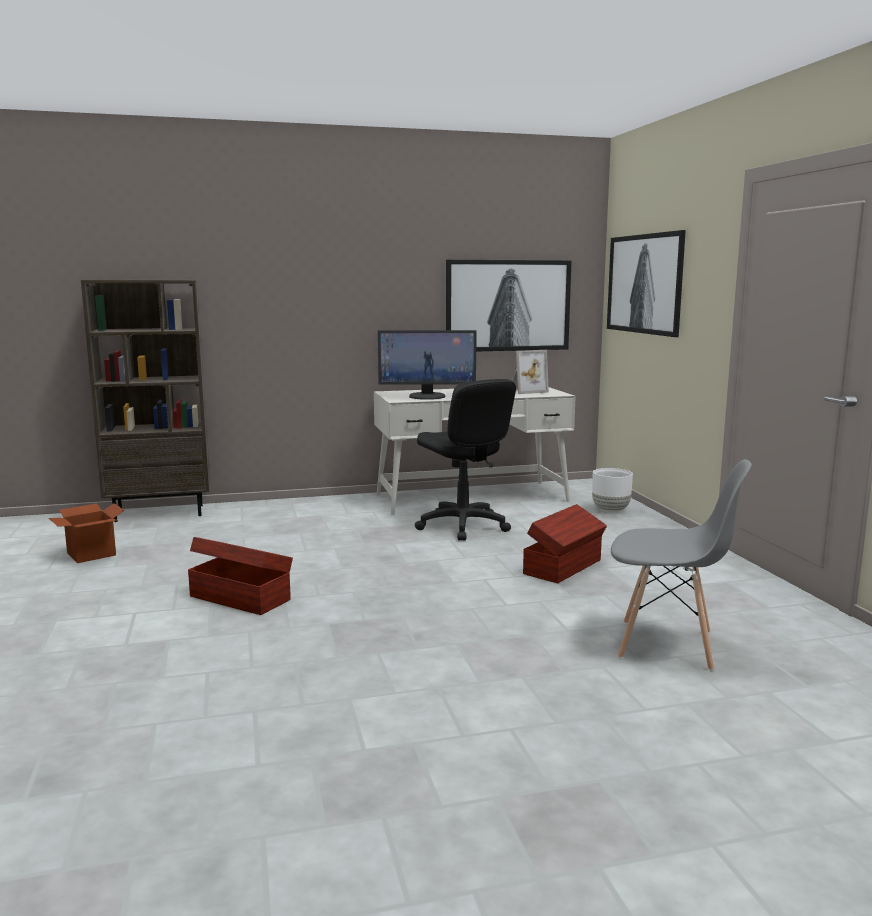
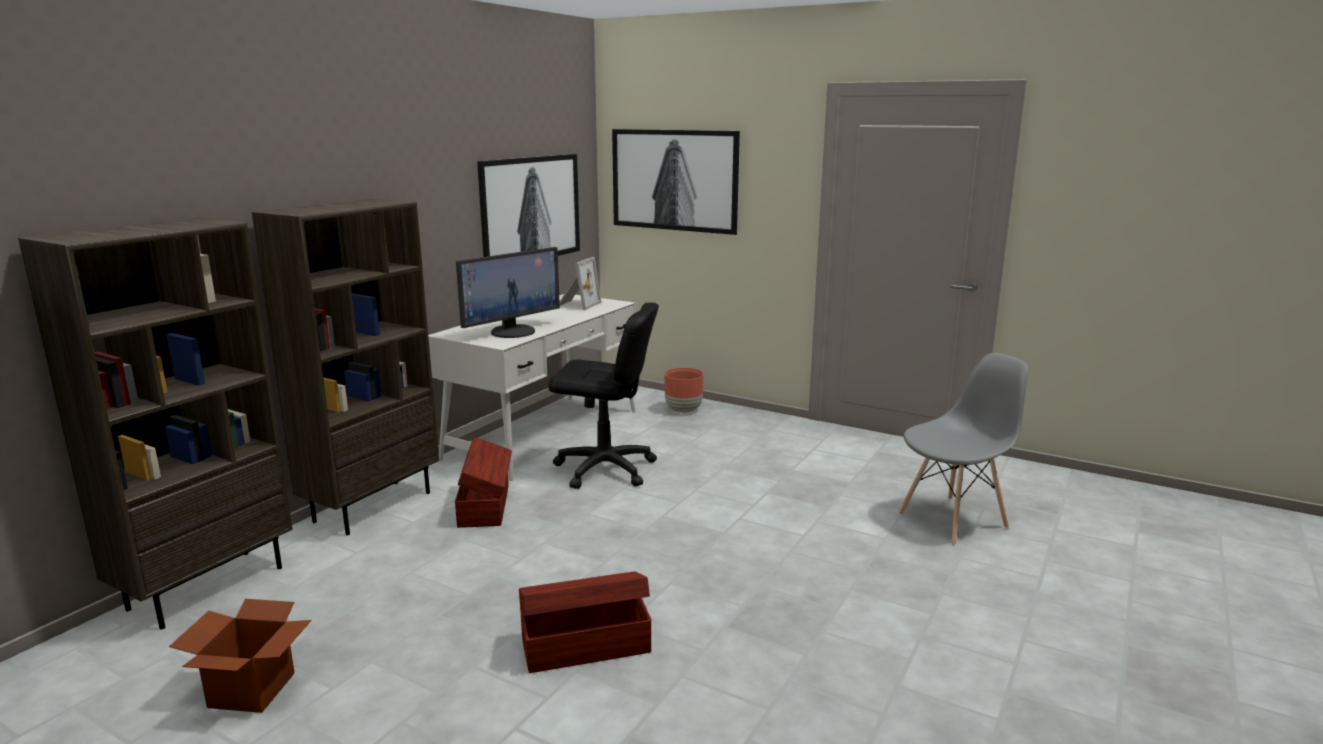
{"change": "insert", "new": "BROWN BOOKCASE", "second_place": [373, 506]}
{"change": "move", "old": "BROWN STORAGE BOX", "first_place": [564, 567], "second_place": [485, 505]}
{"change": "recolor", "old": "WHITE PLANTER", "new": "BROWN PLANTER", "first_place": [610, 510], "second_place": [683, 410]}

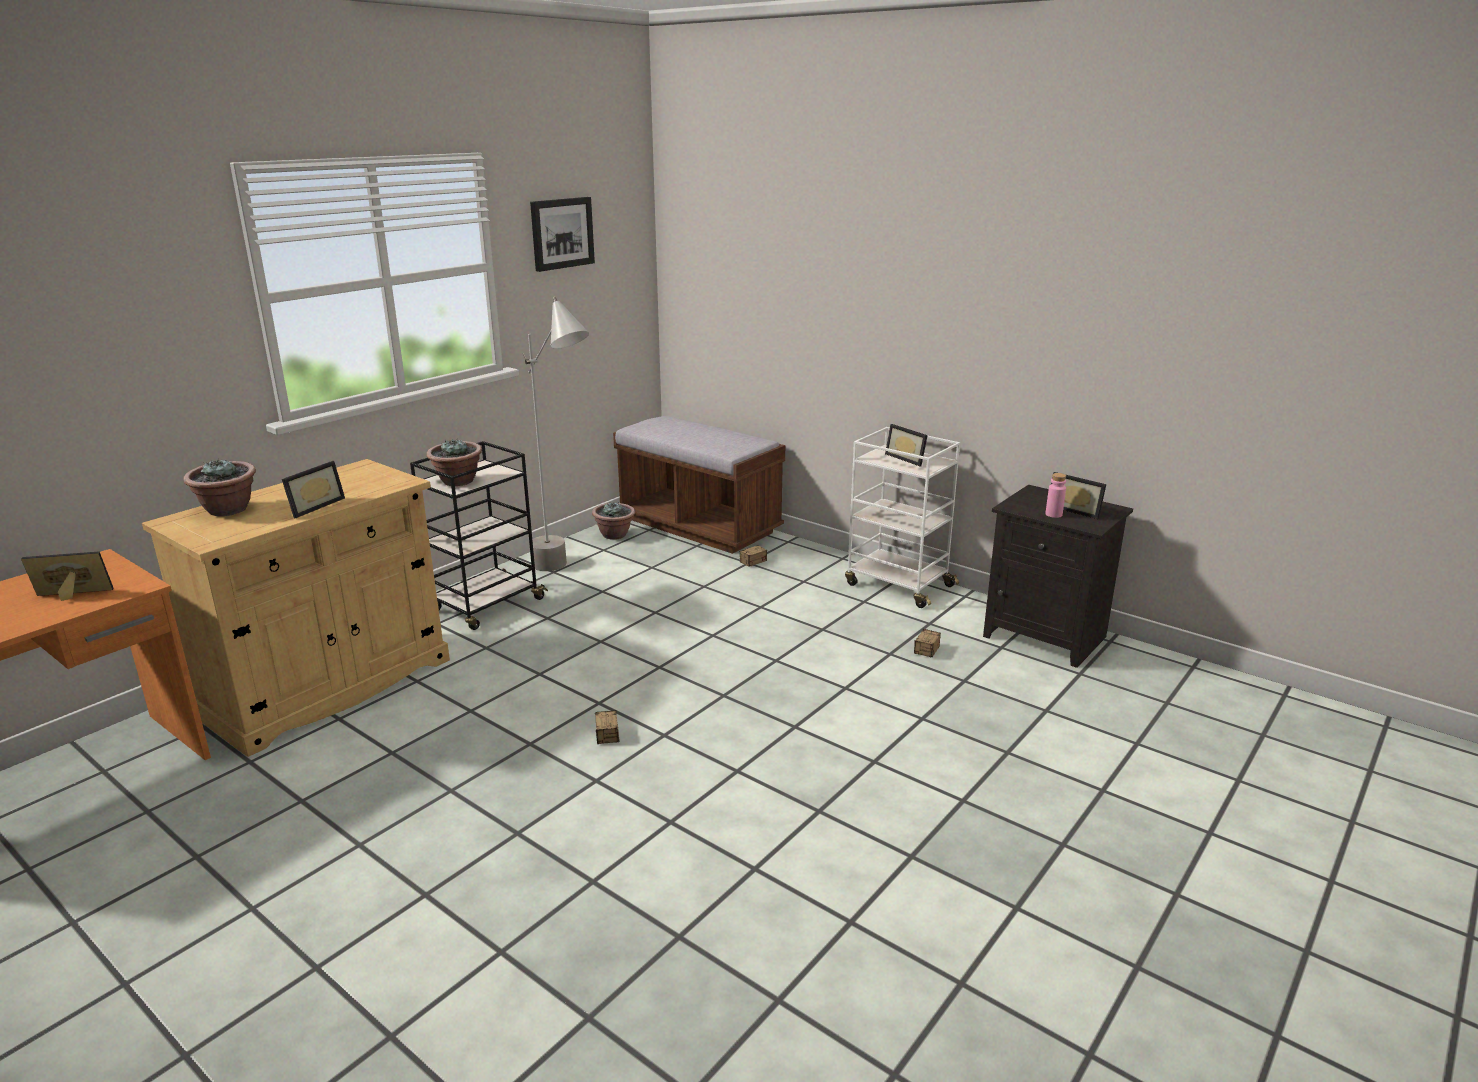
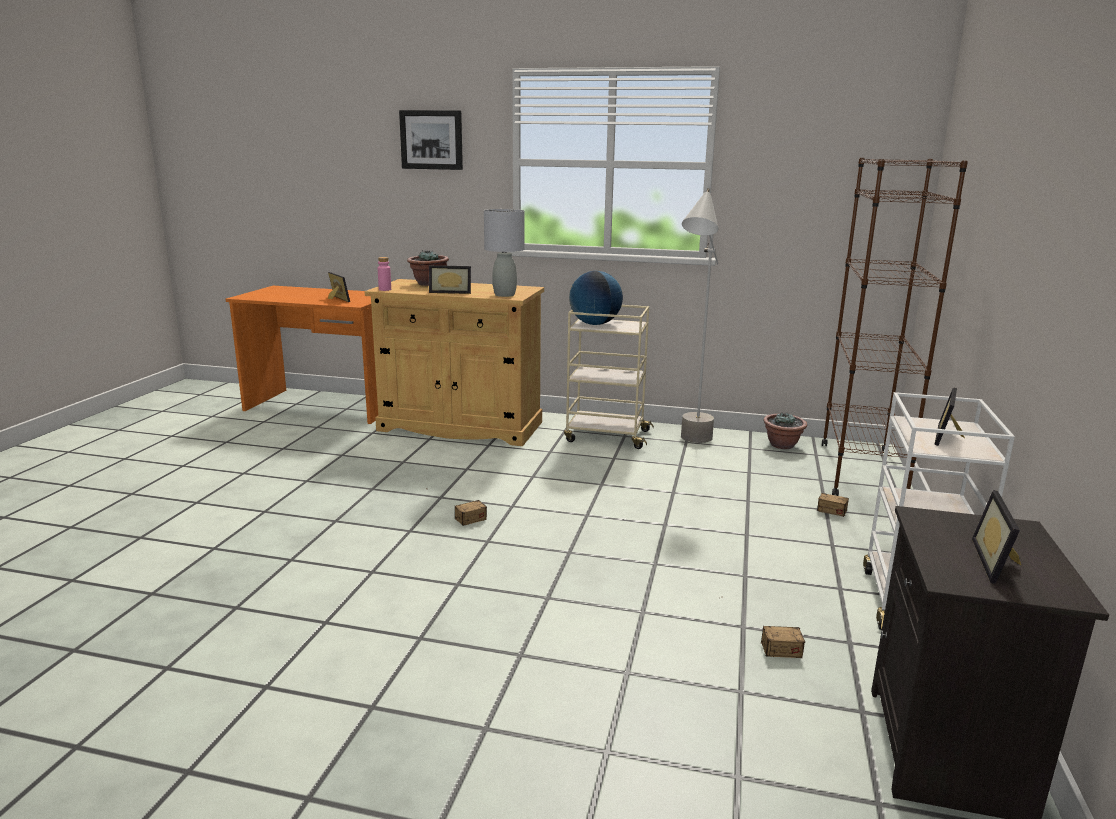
{"change": "insert", "new": "GREY TABLE LAMP", "second_place": [504, 295]}
{"change": "move", "old": "PICTURE", "first_place": [561, 233], "second_place": [432, 140]}
{"change": "move", "old": "PINK BOTTLE", "first_place": [1053, 514], "second_place": [385, 289]}
{"change": "replace", "old": "POTTED PLANT", "new": "GLOBE", "first_place": [458, 481], "second_place": [595, 324]}
{"change": "replace", "old": "BROWN BENCH", "new": "BROWN BOOKCASE", "first_place": [699, 526], "second_place": [861, 472]}
{"change": "recolor", "old": "BLACK CART", "new": "BEIGE CART", "first_place": [486, 606], "second_place": [606, 436]}

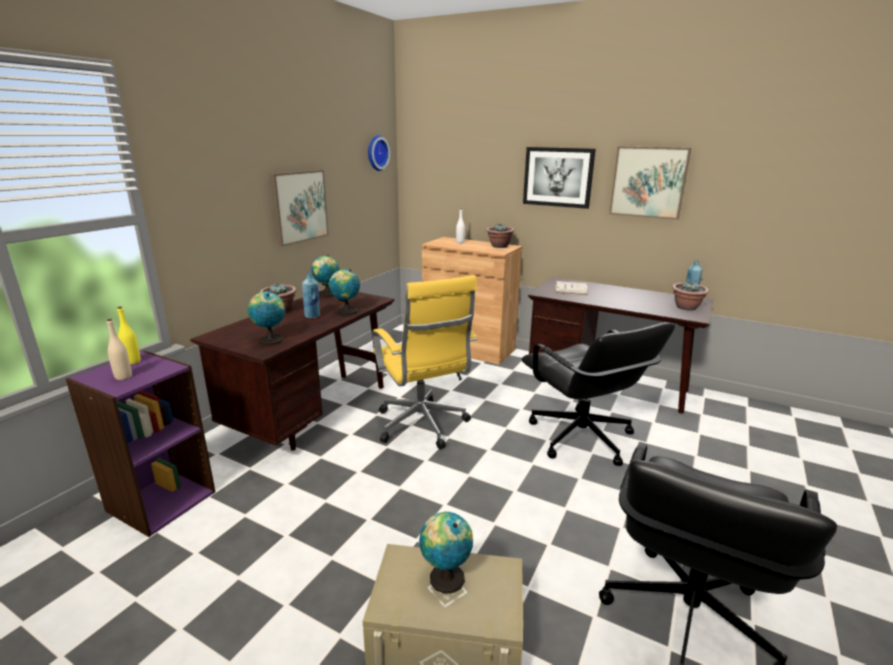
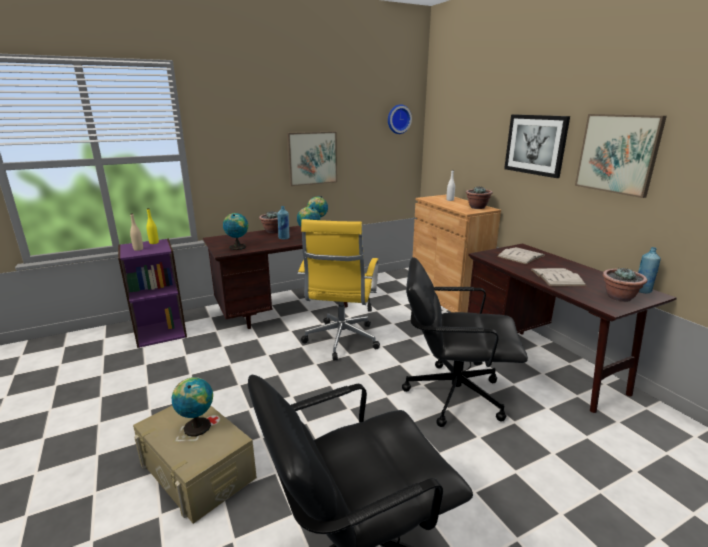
{"change": "insert", "new": "WHITE BOOK", "second_place": [557, 277]}
{"change": "rotate", "old": "BLACK OFFICE CHAIR", "first_place": [581, 438], "second_place": [453, 394], "degrees": 90}

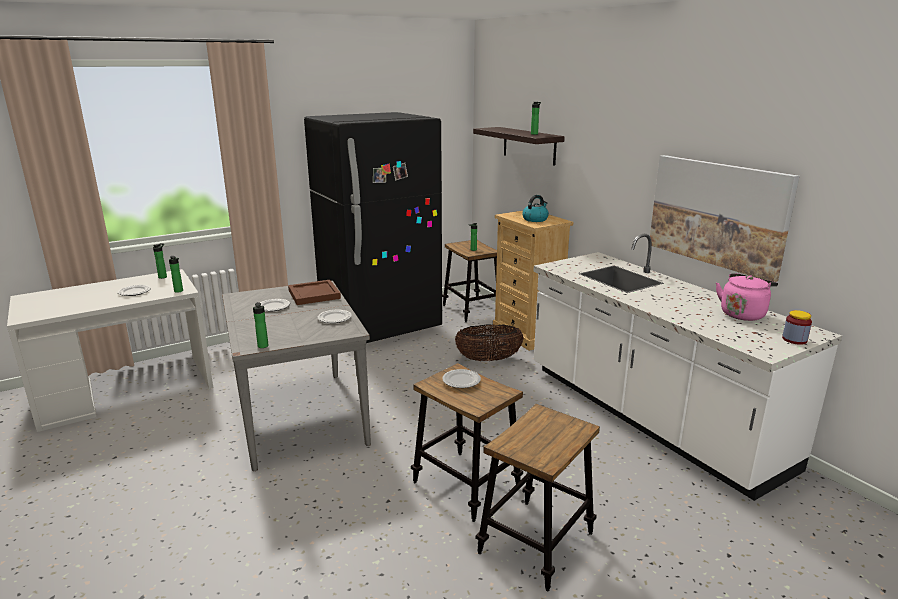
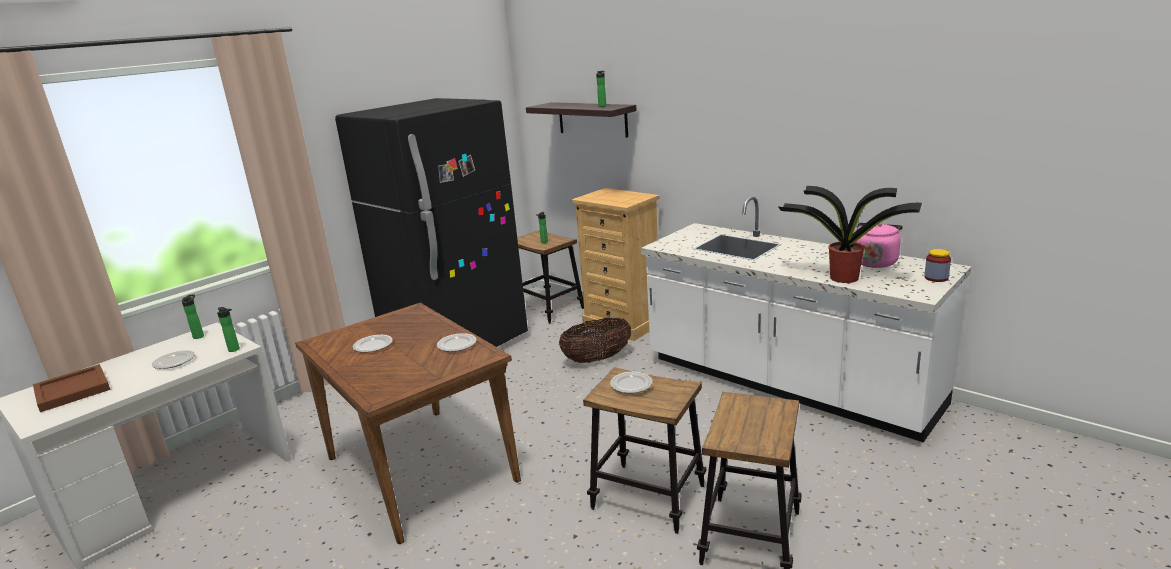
{"change": "delete", "old": "BOTTLE", "first_place": [263, 346]}
{"change": "delete", "old": "KETTLE", "first_place": [535, 219]}
{"change": "delete", "old": "PICTURE", "first_place": [717, 214]}
{"change": "insert", "new": "POTTED PLANT", "second_place": [842, 277]}
{"change": "move", "old": "BROWN TRAY", "first_place": [314, 294], "second_place": [73, 389]}
{"change": "recolor", "old": "GREY DINING TABLE", "new": "BROWN DINING TABLE", "first_place": [300, 417], "second_place": [421, 469]}

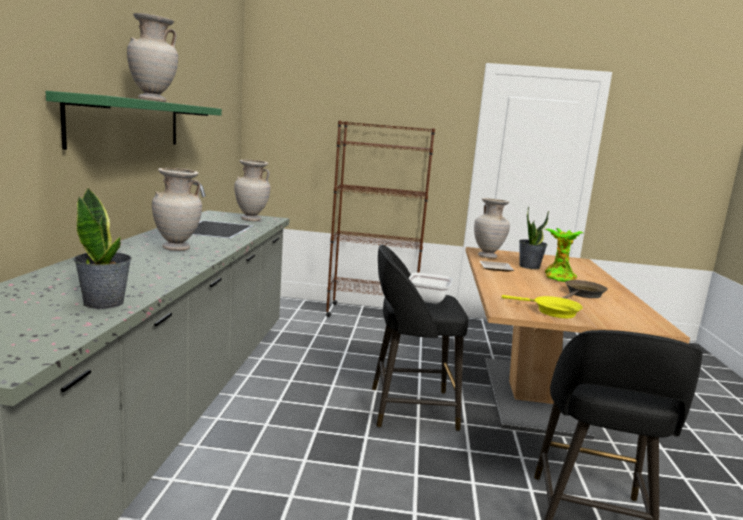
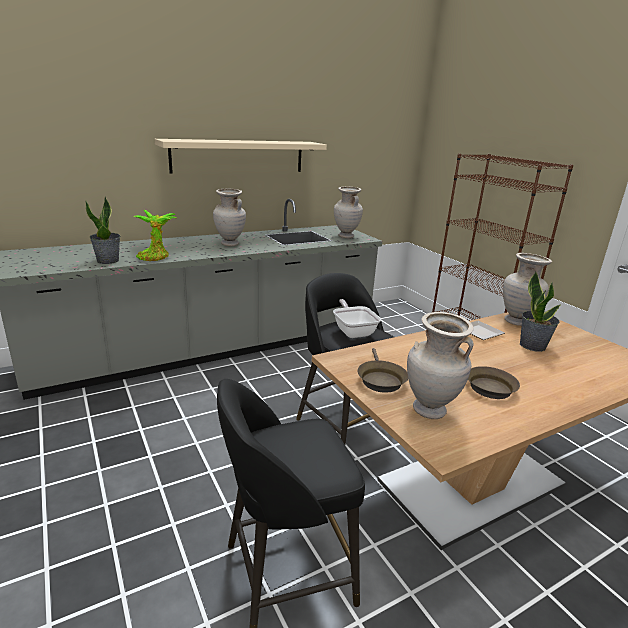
{"change": "move", "old": "BEIGE VASE", "first_place": [153, 101], "second_place": [429, 411]}
{"change": "move", "old": "POTTED PLANT", "first_place": [558, 277], "second_place": [155, 257]}
{"change": "recolor", "old": "GREEN SHELF", "new": "BEIGE SHELF", "first_place": [128, 123], "second_place": [239, 156]}
{"change": "recolor", "old": "YELLOW FRYING PAN", "new": "BROWN FRYING PAN", "first_place": [551, 311], "second_place": [380, 379]}

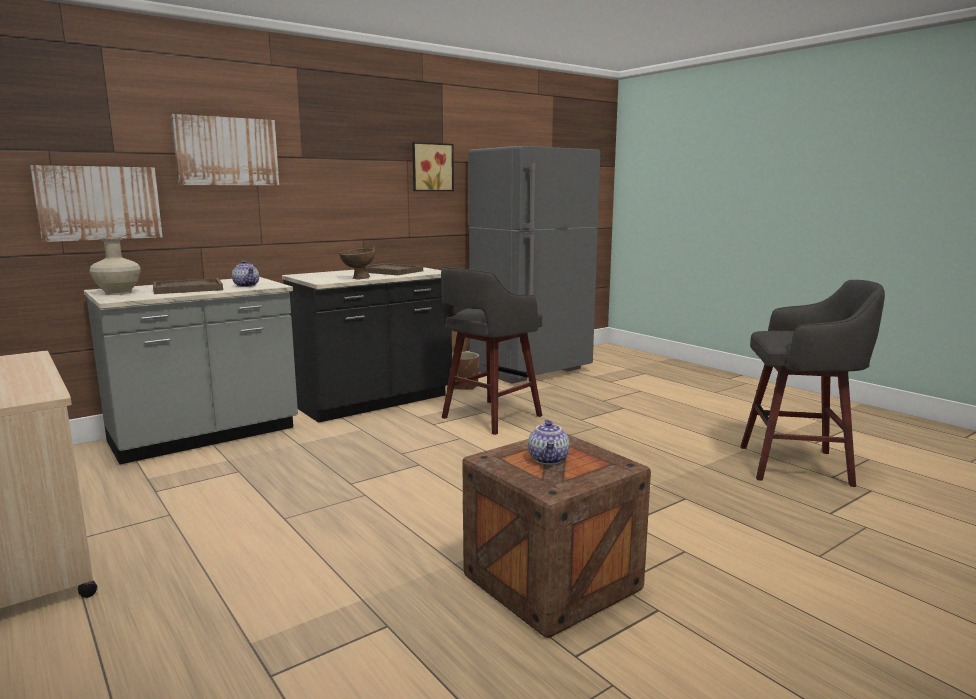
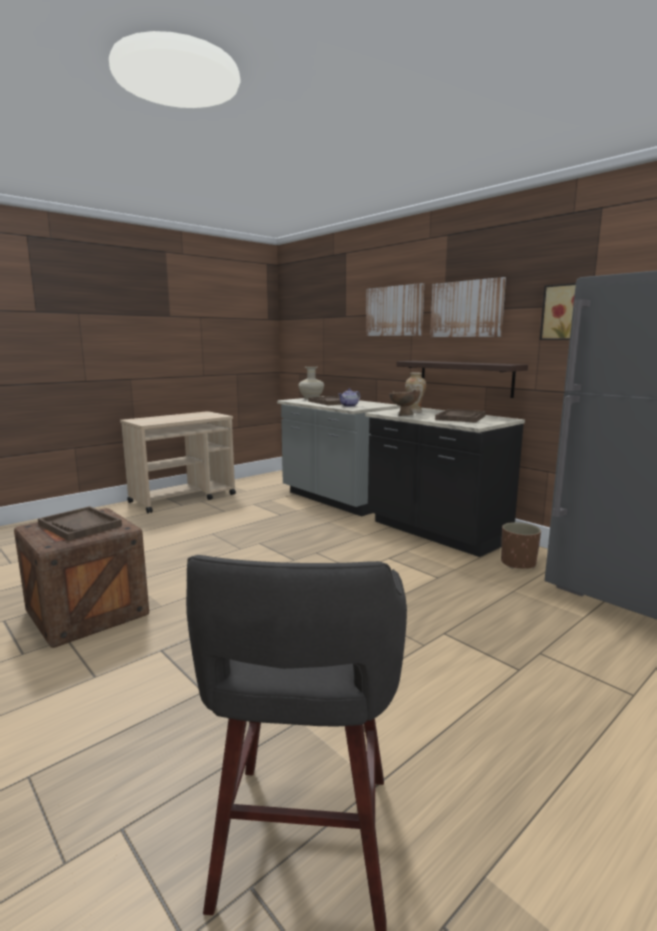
{"change": "delete", "old": "GREY STOOL", "first_place": [489, 417]}
{"change": "insert", "new": "SHELF", "second_place": [465, 378]}
{"change": "insert", "new": "VASE", "second_place": [414, 412]}
{"change": "move", "old": "PICTURE", "first_place": [99, 203], "second_place": [467, 309]}
{"change": "replace", "old": "TEAPOT", "new": "BROWN TRAY", "first_place": [549, 459], "second_place": [80, 525]}

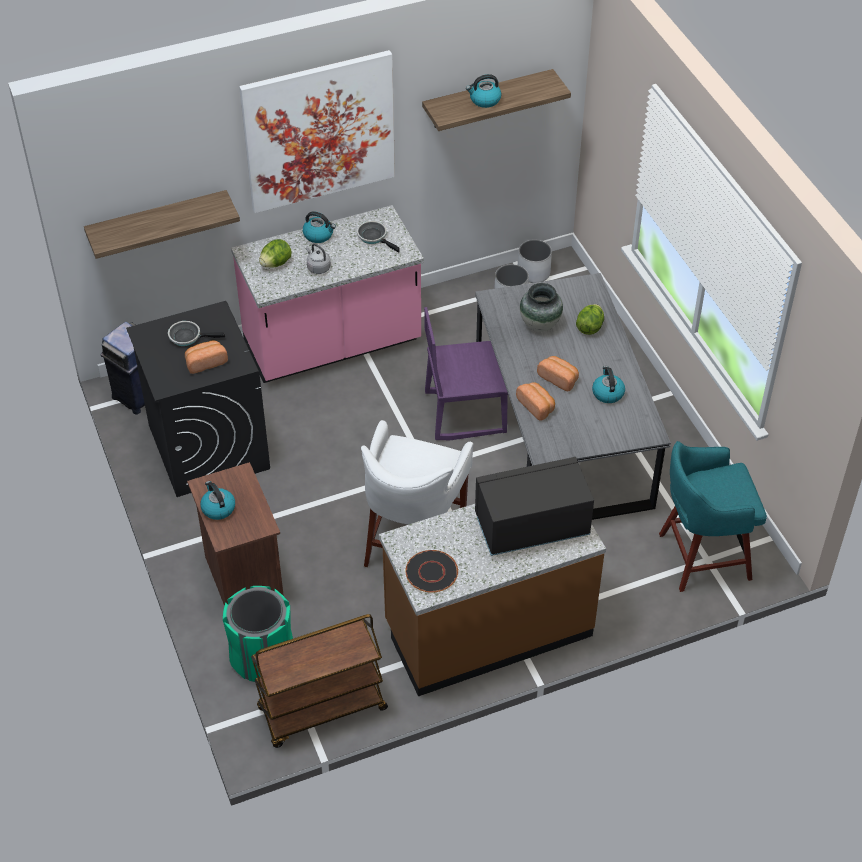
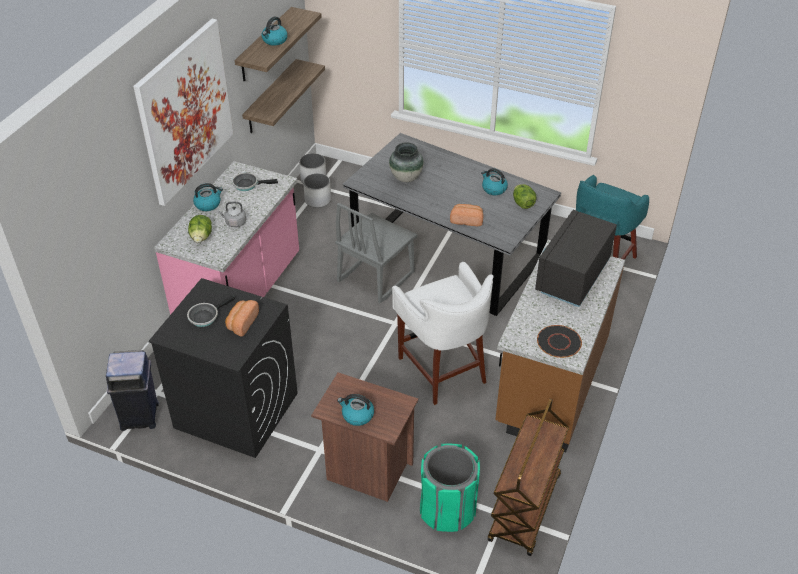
{"change": "delete", "old": "BREAD", "first_place": [559, 378]}
{"change": "move", "old": "SHELF", "first_place": [158, 221], "second_place": [271, 97]}
{"change": "move", "old": "LETTUCE", "first_place": [589, 327], "second_place": [523, 204]}
{"change": "recolor", "old": "PURPLE CHAIR", "new": "GREY CHAIR", "first_place": [465, 412], "second_place": [375, 277]}

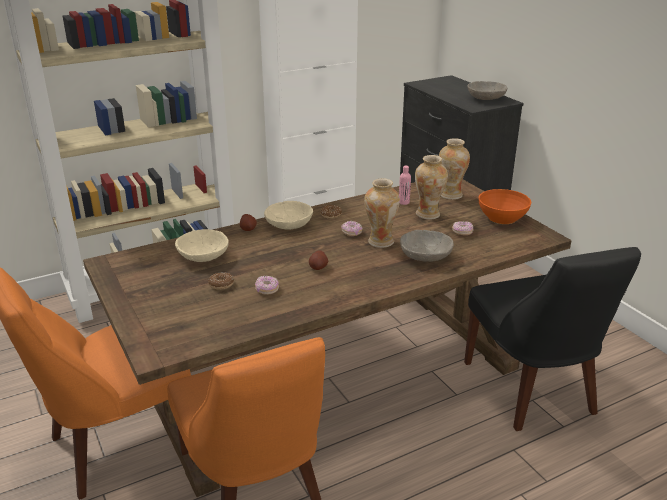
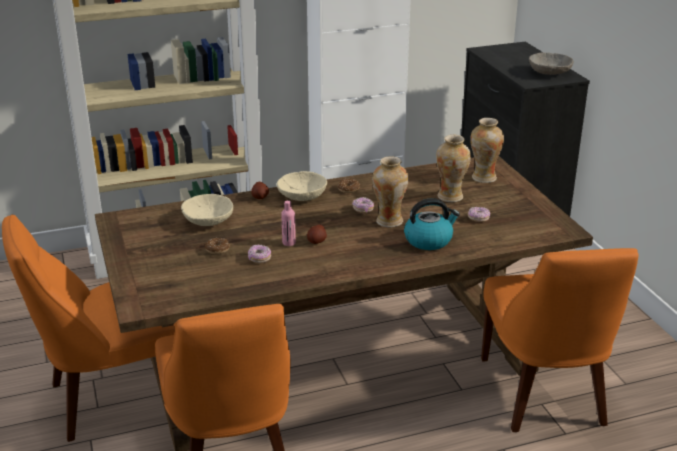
{"change": "delete", "old": "ORANGE BOWL", "first_place": [501, 217]}
{"change": "move", "old": "PINK BOTTLE", "first_place": [404, 202], "second_place": [289, 243]}
{"change": "replace", "old": "GREY BOWL", "new": "KETTLE", "first_place": [425, 256], "second_place": [429, 240]}
{"change": "recolor", "old": "BLACK CHAIR", "new": "ORANGE CHAIR", "first_place": [531, 391], "second_place": [544, 395]}

